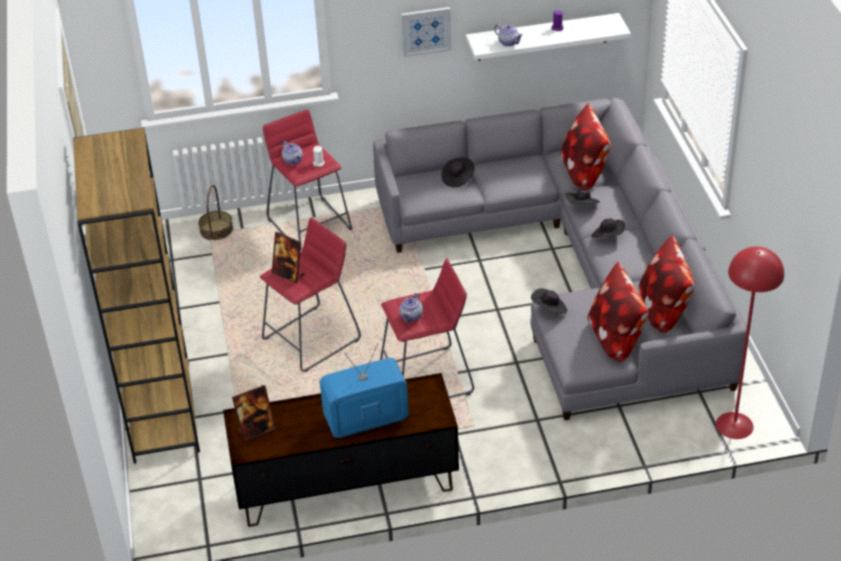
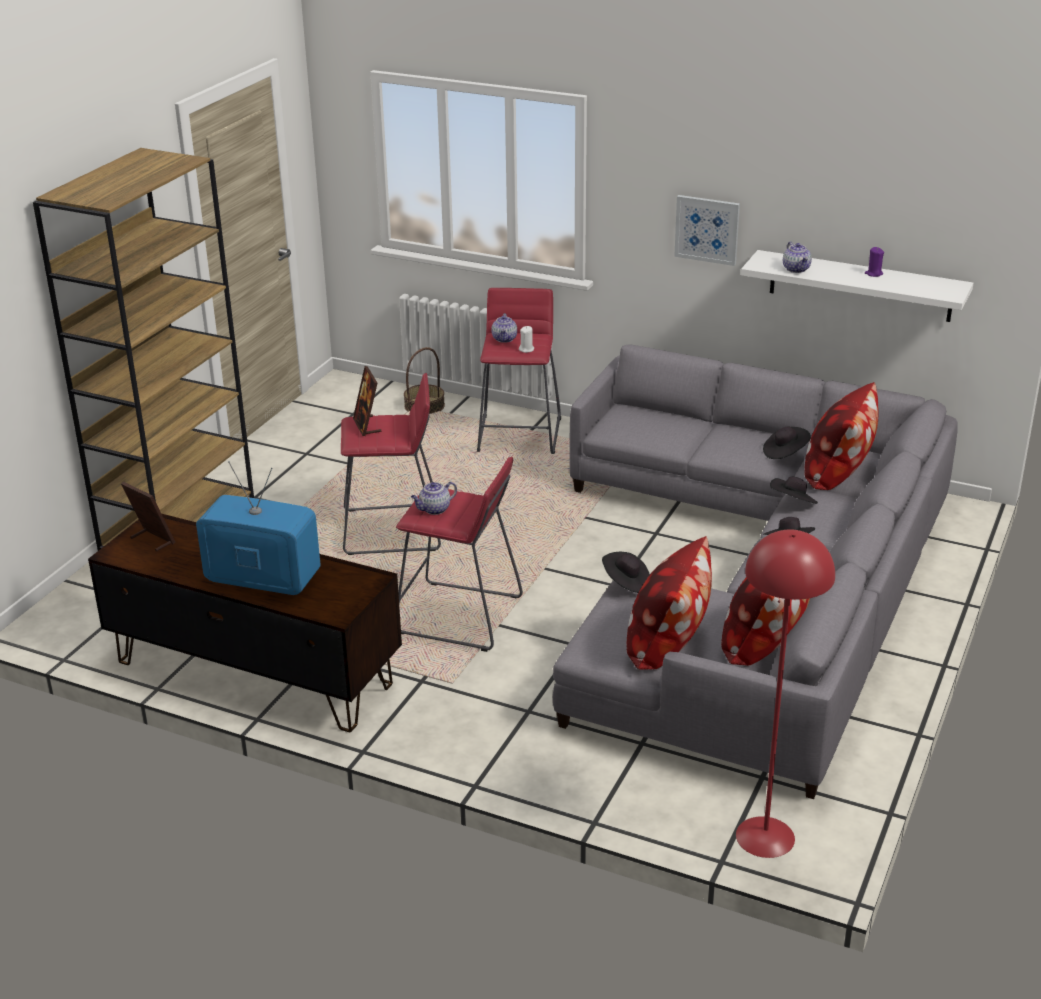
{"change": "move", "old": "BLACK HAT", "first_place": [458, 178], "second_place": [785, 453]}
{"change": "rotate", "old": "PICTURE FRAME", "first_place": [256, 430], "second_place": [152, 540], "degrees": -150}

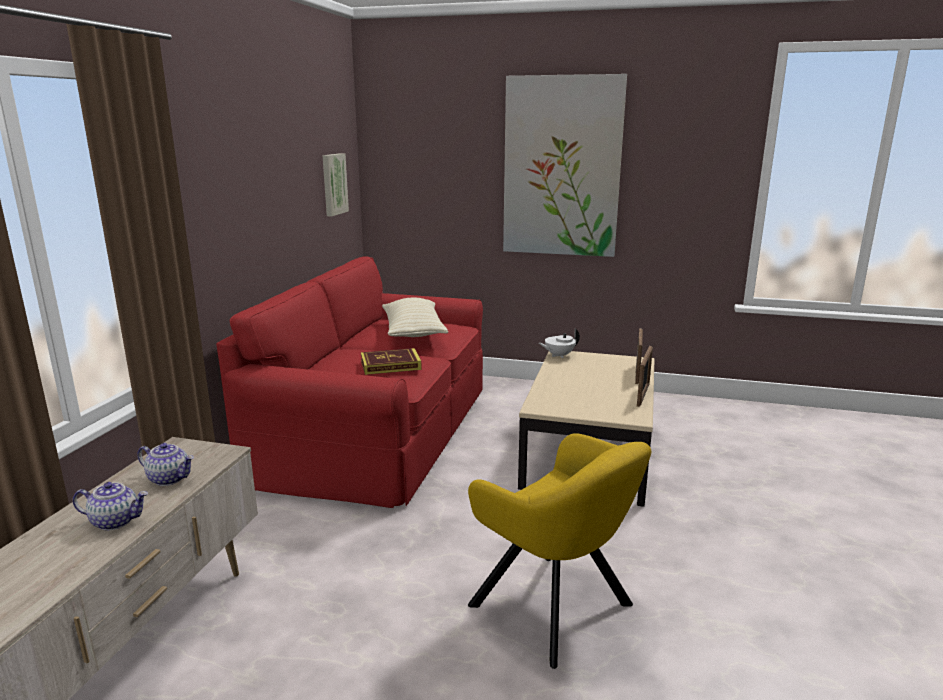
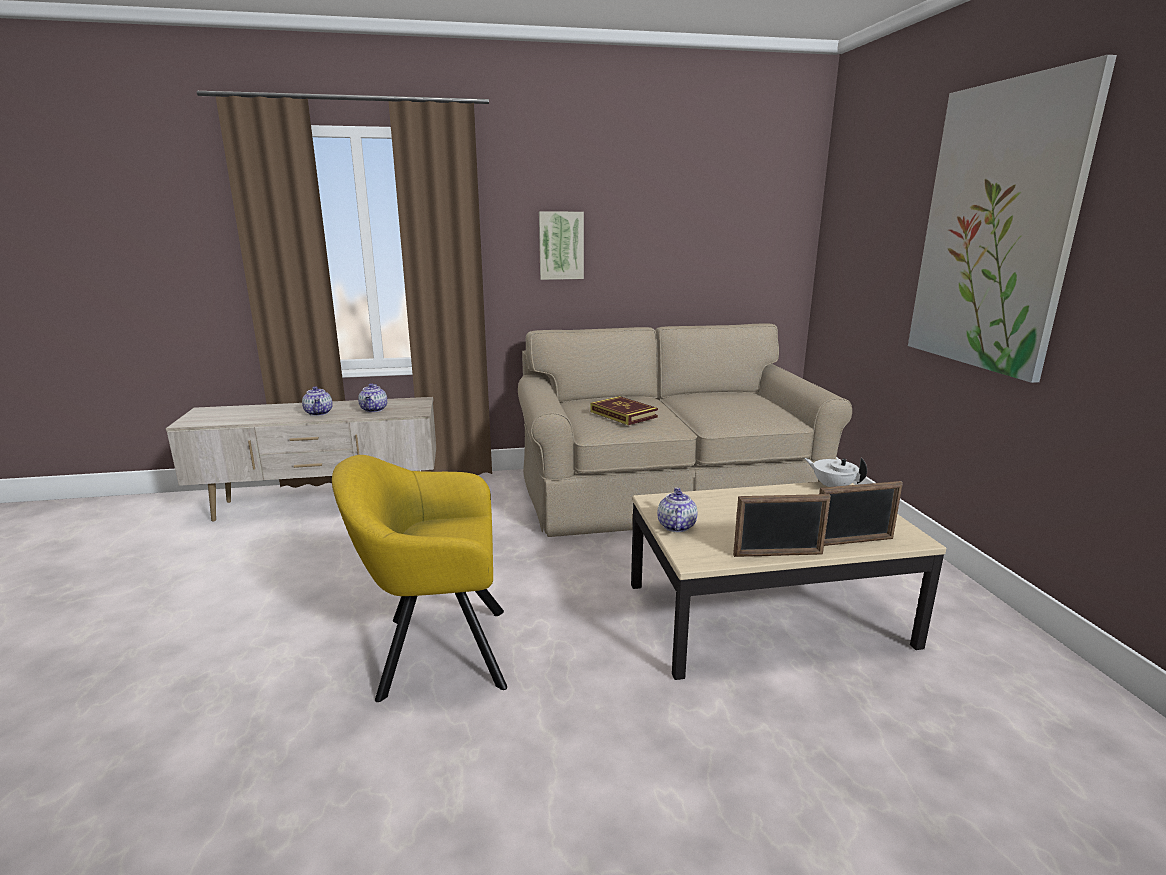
{"change": "delete", "old": "BEIGE PILLOW", "first_place": [413, 332]}
{"change": "insert", "new": "TEAPOT", "second_place": [675, 526]}
{"change": "move", "old": "PICTURE", "first_place": [333, 184], "second_place": [561, 245]}
{"change": "recolor", "old": "RED SOFA", "new": "BEIGE SOFA", "first_place": [378, 429], "second_place": [668, 491]}
{"change": "rotate", "old": "YELLOW ARMCHAIR", "first_place": [557, 610], "second_place": [435, 652], "degrees": 60}

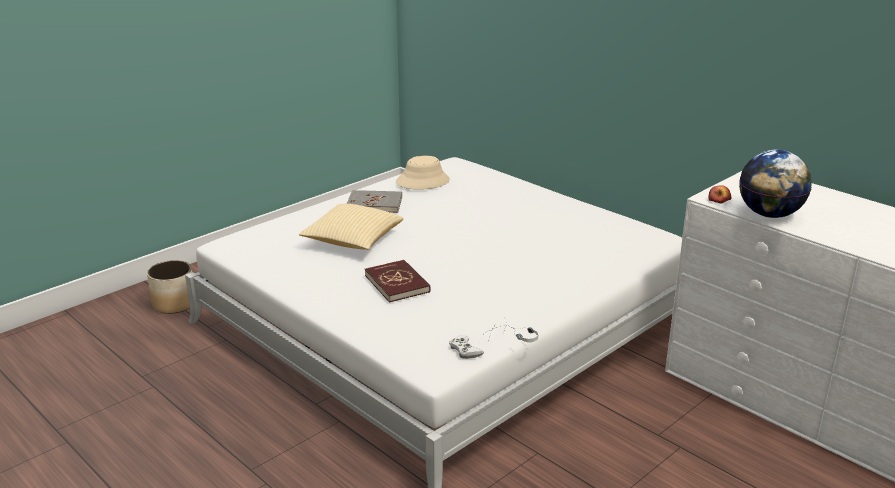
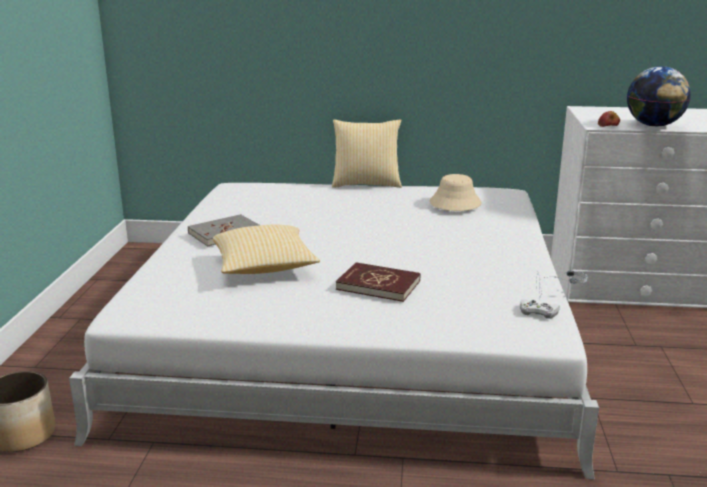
{"change": "insert", "new": "PILLOW", "second_place": [366, 184]}
{"change": "move", "old": "BEIGE HAT", "first_place": [422, 181], "second_place": [455, 203]}

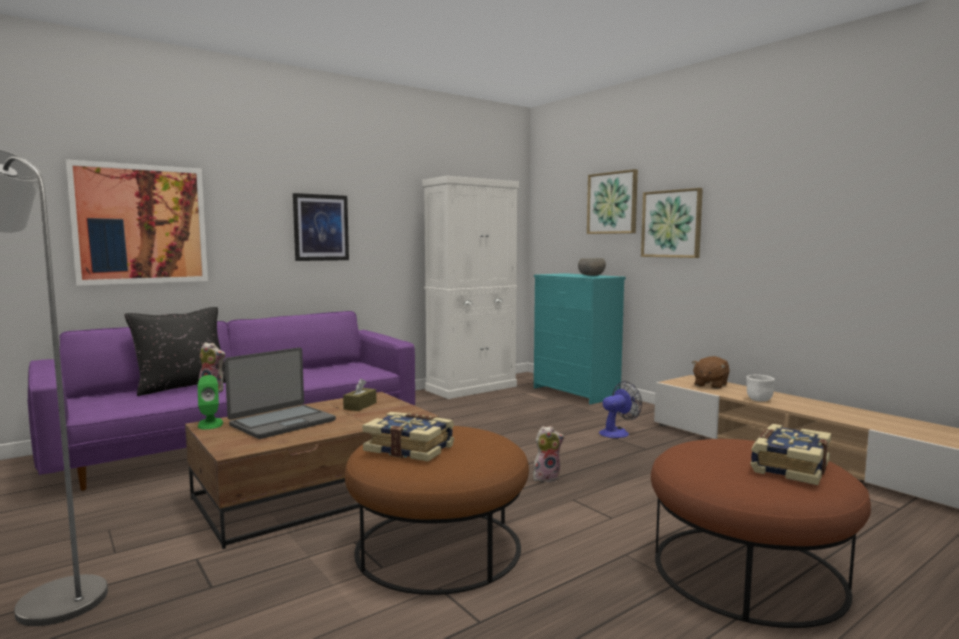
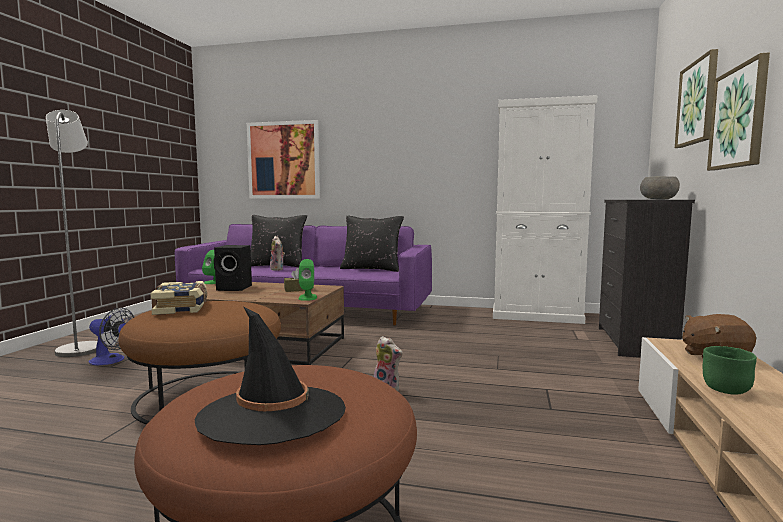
{"change": "delete", "old": "PICTURE", "first_place": [321, 227]}
{"change": "insert", "new": "GREEN SPEAKER", "second_place": [307, 297]}
{"change": "insert", "new": "BLACK PILLOW", "second_place": [371, 269]}
{"change": "move", "old": "FAN", "first_place": [617, 432], "second_place": [111, 360]}
{"change": "replace", "old": "LAPTOP", "new": "BLACK SPEAKER", "first_place": [282, 423], "second_place": [235, 288]}
{"change": "replace", "old": "BOOK", "new": "BLACK HAT", "first_place": [788, 467], "second_place": [272, 414]}
{"change": "recolor", "old": "TURQUOISE DRESSER", "new": "BLACK DRESSER", "first_place": [575, 393], "second_place": [634, 343]}
{"change": "recolor", "old": "WHITE BOWL", "new": "GREEN BOWL", "first_place": [758, 400], "second_place": [725, 390]}

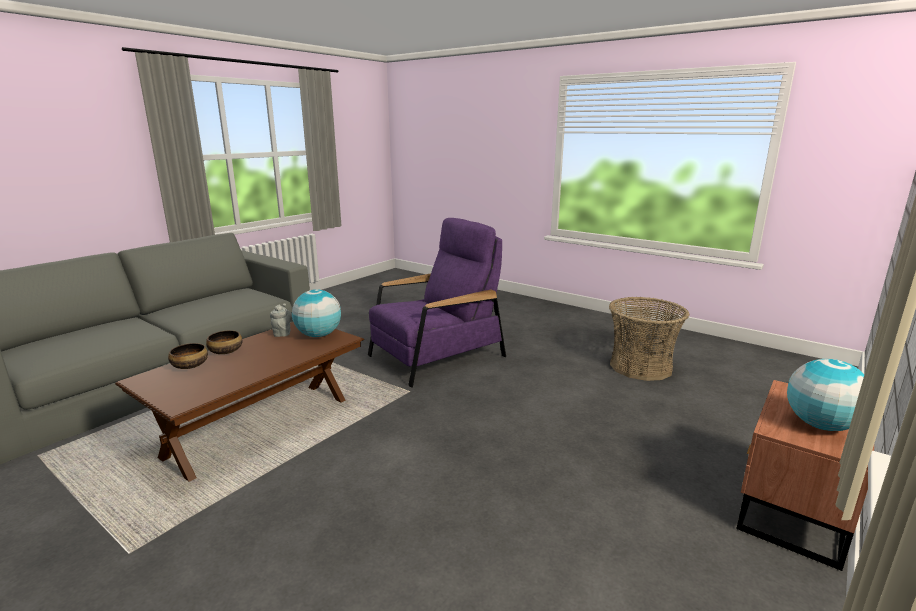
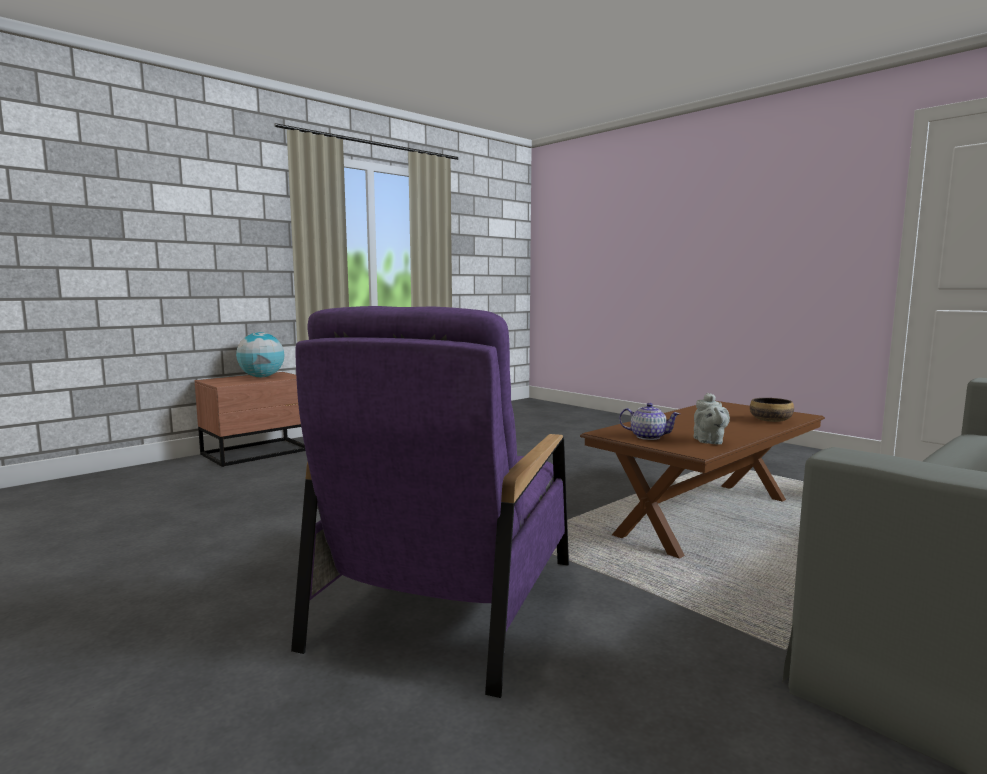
{"change": "delete", "old": "BOWL", "first_place": [226, 351]}
{"change": "delete", "old": "BASKET", "first_place": [640, 366]}
{"change": "replace", "old": "GLOBE", "new": "TEAPOT", "first_place": [319, 335], "second_place": [648, 437]}
{"change": "rotate", "old": "PURPLE ARMCHAIR", "first_place": [436, 356], "second_place": [448, 601], "degrees": -45}

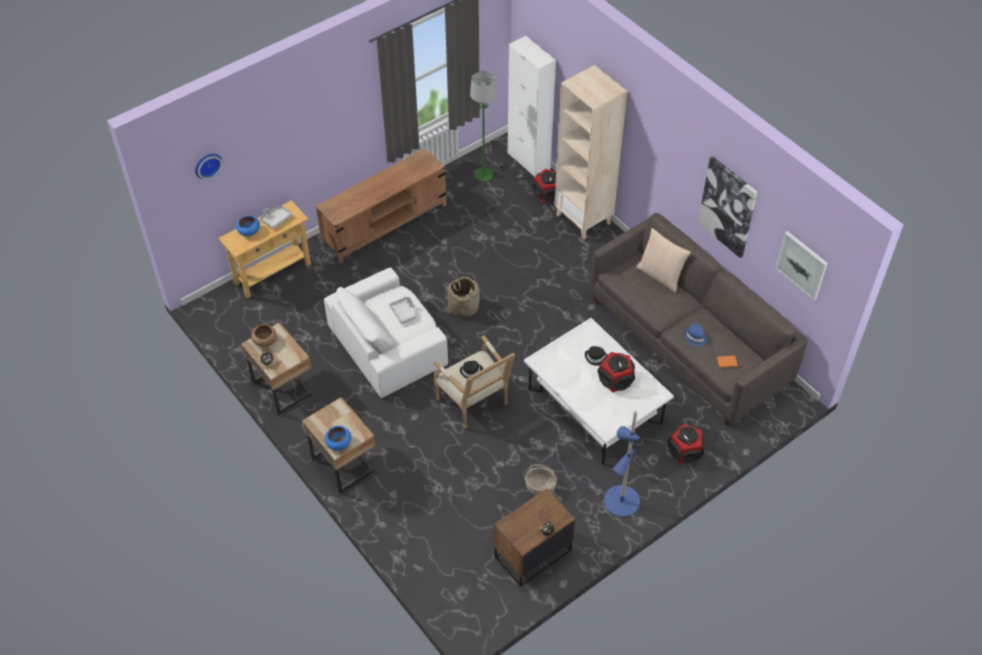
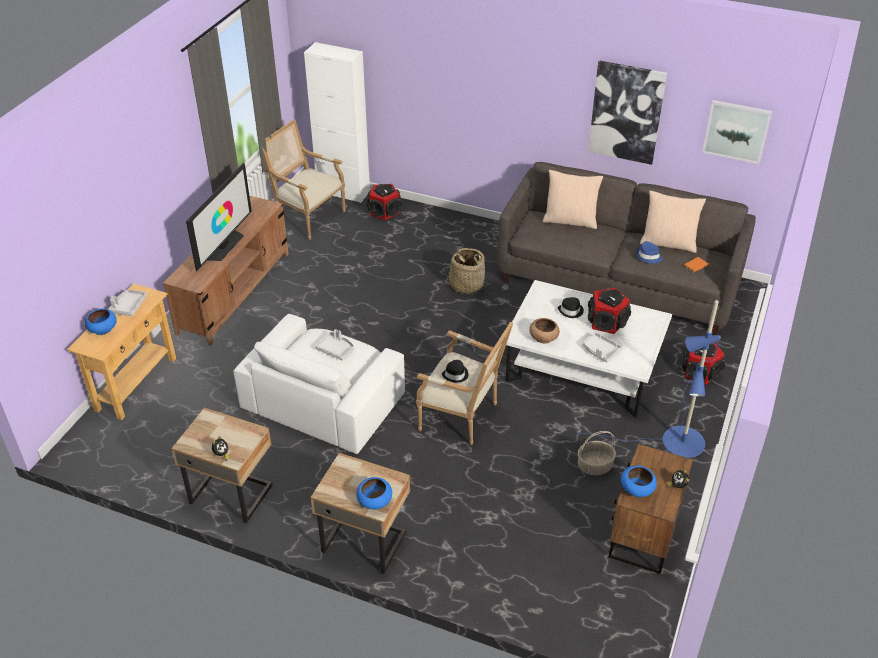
{"change": "delete", "old": "WALL CLOCK", "first_place": [207, 164]}
{"change": "delete", "old": "BEIGE BOOKCASE", "first_place": [583, 219]}
{"change": "insert", "new": "TELEVISION", "second_place": [224, 245]}
{"change": "insert", "new": "GREY TRAY", "second_place": [600, 351]}
{"change": "insert", "new": "BLUE BOWL", "second_place": [637, 489]}
{"change": "insert", "new": "BEIGE PILLOW", "second_place": [668, 243]}
{"change": "move", "old": "BROWN BOWL", "first_place": [265, 340], "second_place": [543, 338]}
{"change": "move", "old": "BASKET", "first_place": [463, 307], "second_place": [466, 285]}
{"change": "replace", "old": "GREEN FLOOR LAMP", "new": "ARMCHAIR", "first_place": [483, 175], "second_place": [307, 217]}

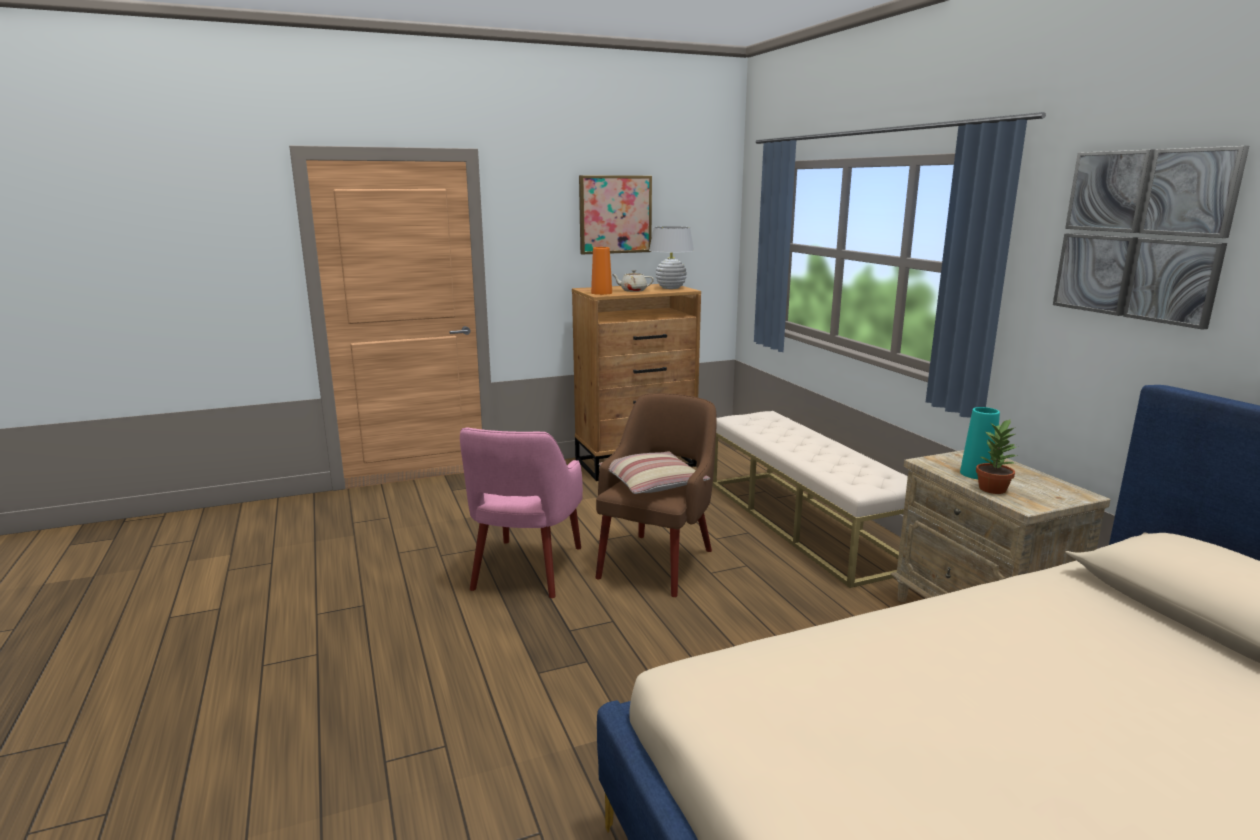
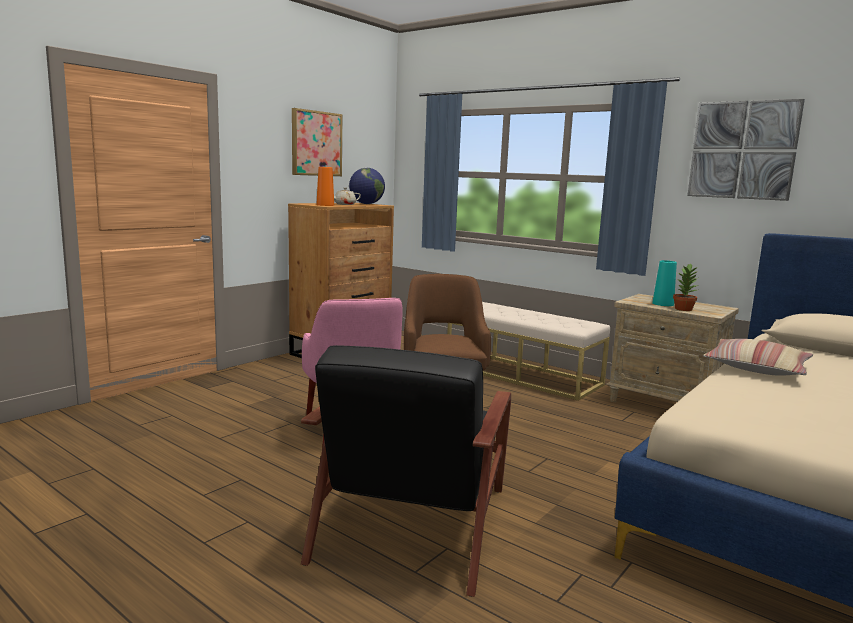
{"change": "insert", "new": "BLACK ARMCHAIR", "second_place": [414, 520]}
{"change": "move", "old": "PILLOW", "first_place": [652, 483], "second_place": [757, 368]}
{"change": "replace", "old": "WHITE TABLE LAMP", "new": "GLOBE", "first_place": [671, 288], "second_place": [366, 204]}

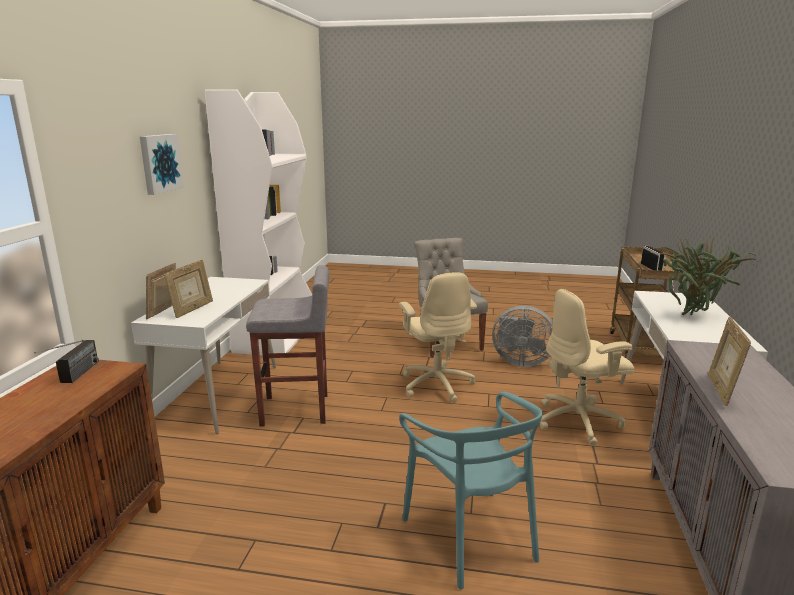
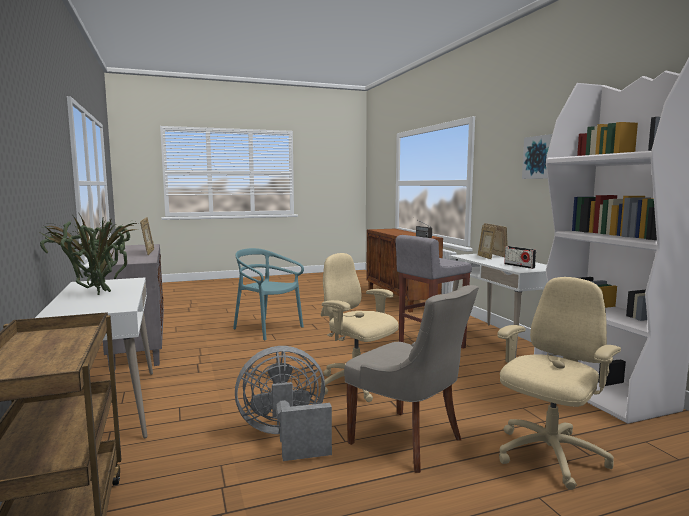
{"change": "move", "old": "BEIGE OFFICE CHAIR", "first_place": [579, 421], "second_place": [548, 456]}
{"change": "move", "old": "RADIO", "first_place": [651, 268], "second_place": [519, 266]}

